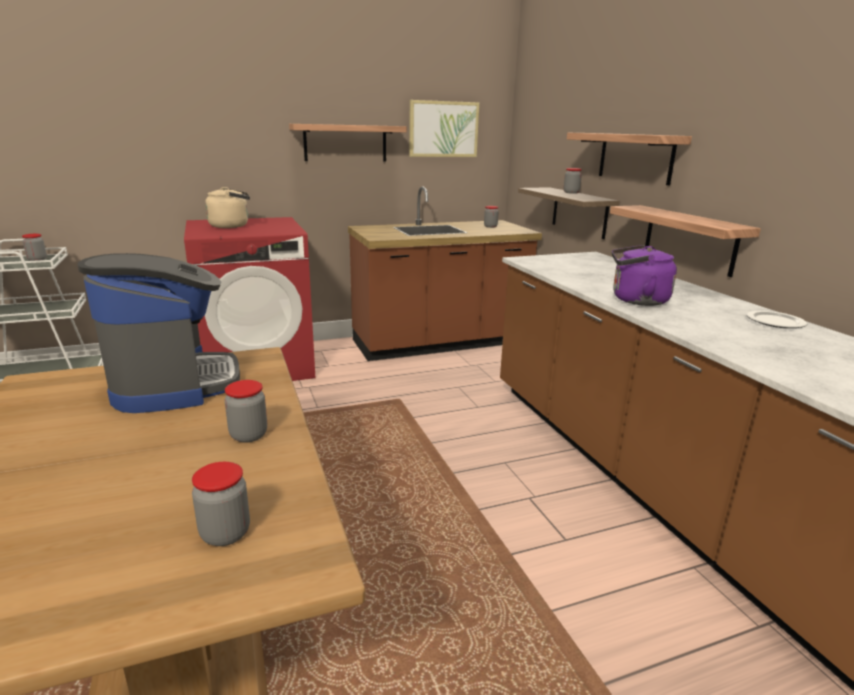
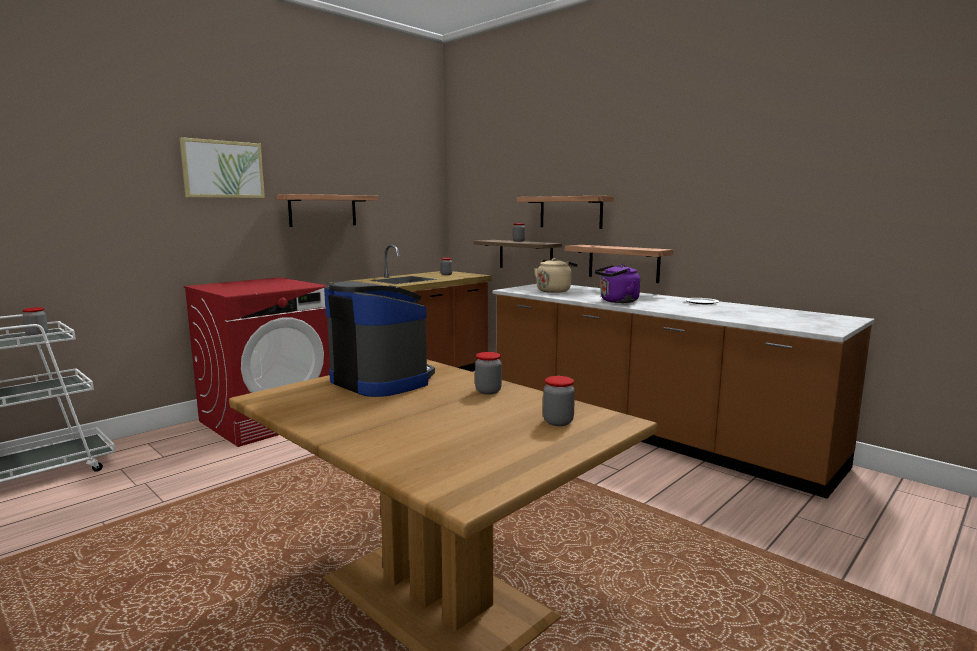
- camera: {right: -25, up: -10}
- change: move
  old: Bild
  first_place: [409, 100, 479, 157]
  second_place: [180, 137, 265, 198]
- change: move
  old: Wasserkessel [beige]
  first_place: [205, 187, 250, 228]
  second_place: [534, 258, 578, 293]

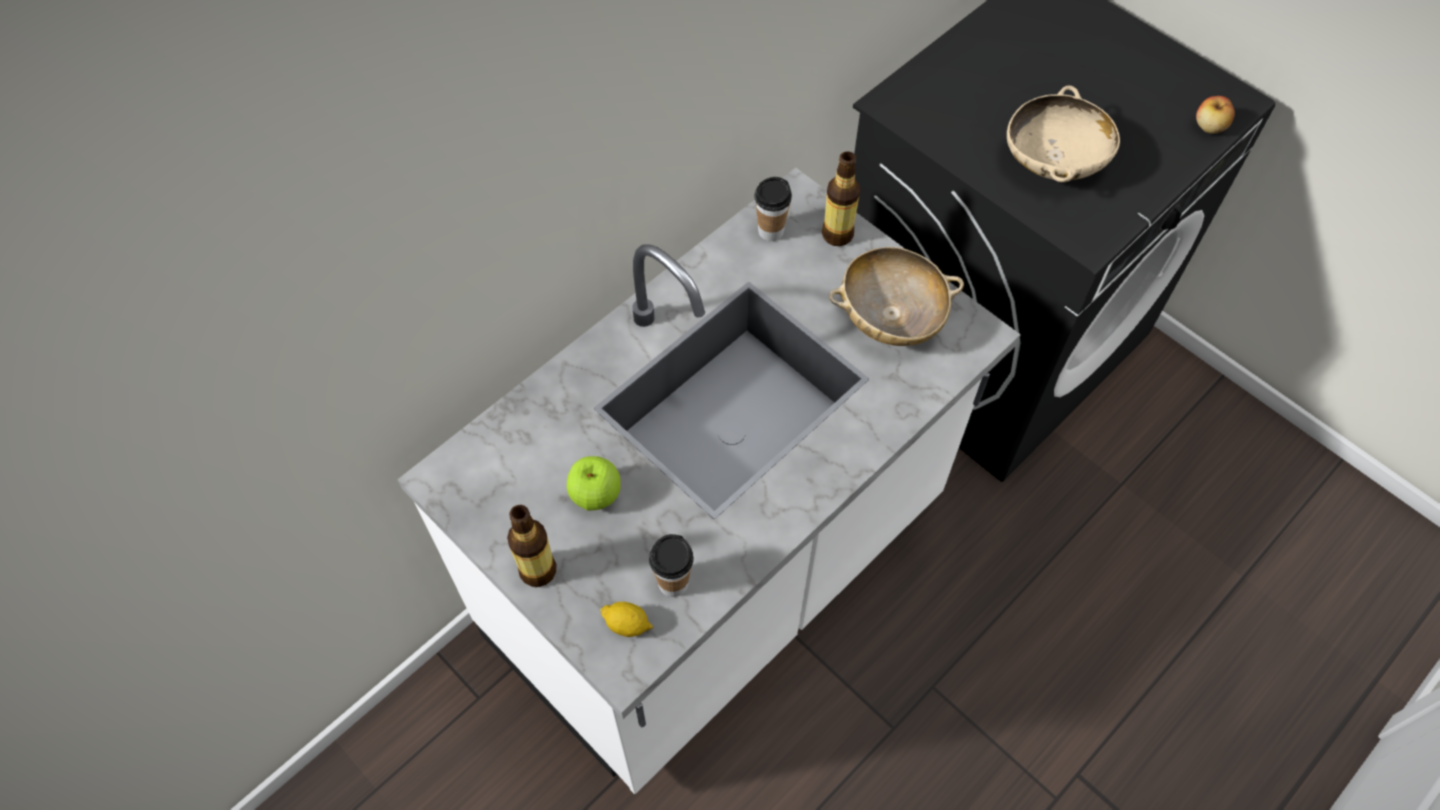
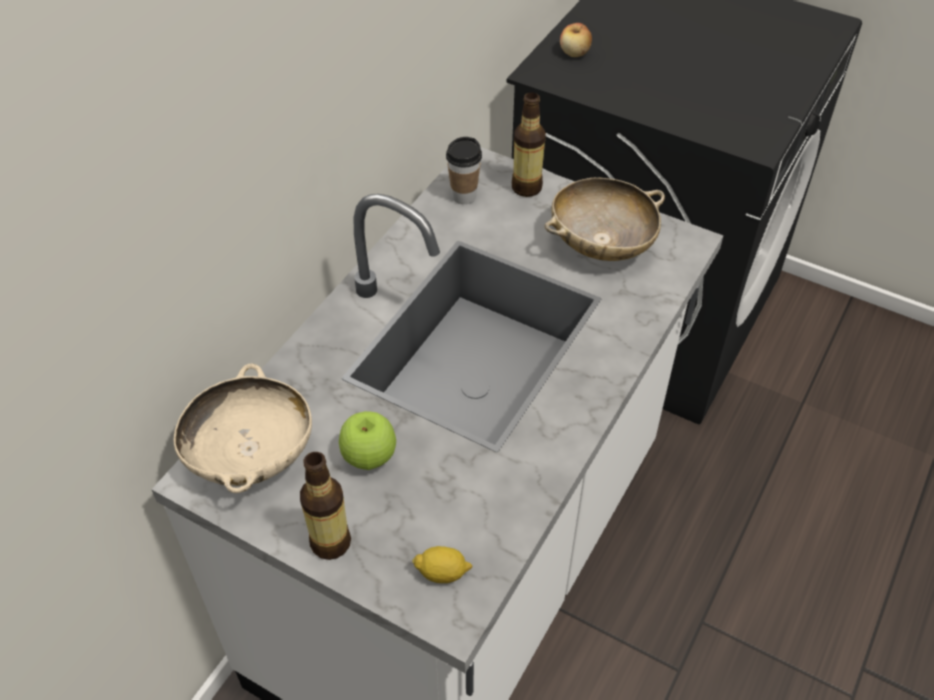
- camera: {right: -15, up: -10}
- change: move
  old: Schüssel [beige]
  first_place: [1007, 85, 1120, 182]
  second_place: [173, 364, 312, 493]
- change: move
  old: Apfel
  first_place: [1196, 96, 1235, 134]
  second_place: [560, 23, 592, 57]
- change: delete
  old: Tasse
  first_place: [649, 534, 693, 597]

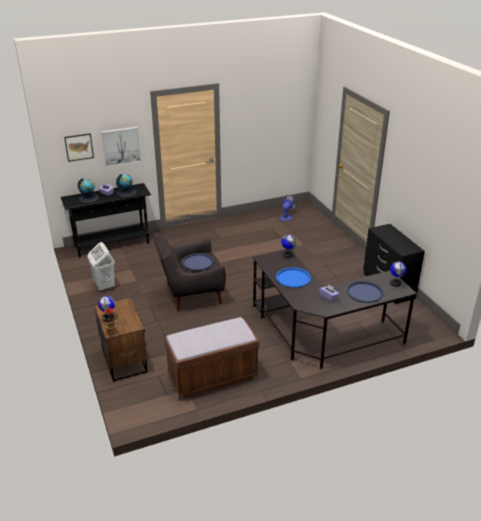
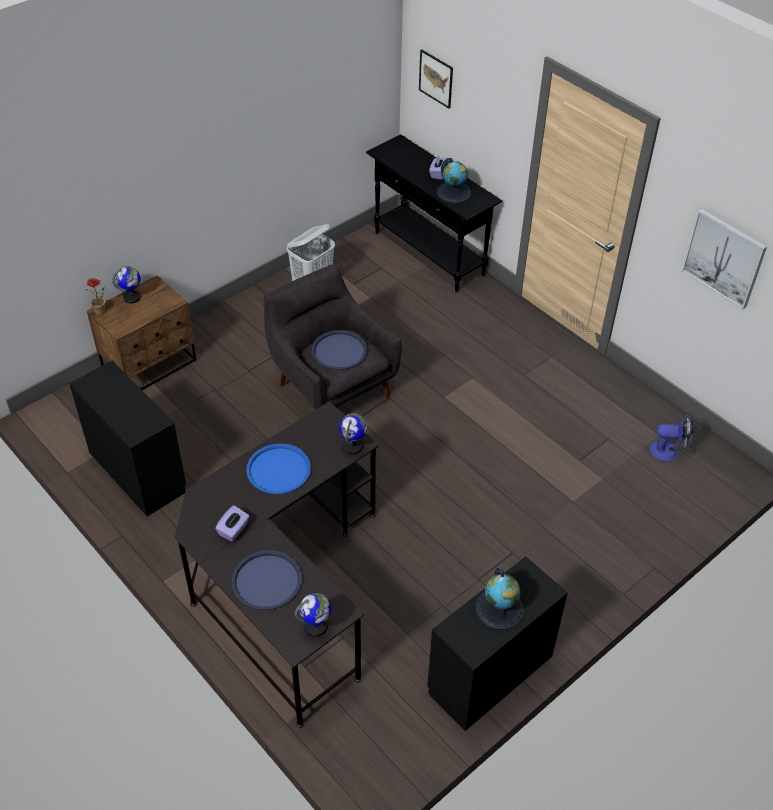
- camera: {right: 70, up: 15}
- change: move
  old: Bild
  first_place: [101, 127, 141, 167]
  second_place: [682, 209, 767, 309]
- change: move
  old: Globus
  first_place: [78, 178, 99, 203]
  second_place: [476, 567, 524, 630]
- change: replace
  old: Bank [braun]
  new: Kommode [schwarz]
  first_place: [164, 317, 259, 398]
  second_place: [69, 361, 186, 516]

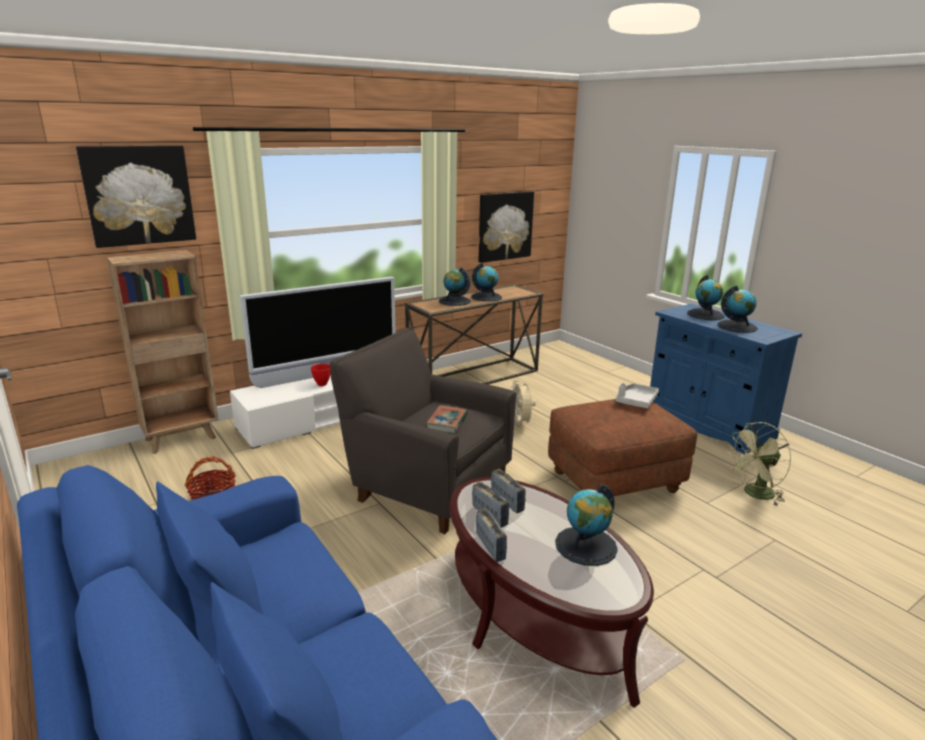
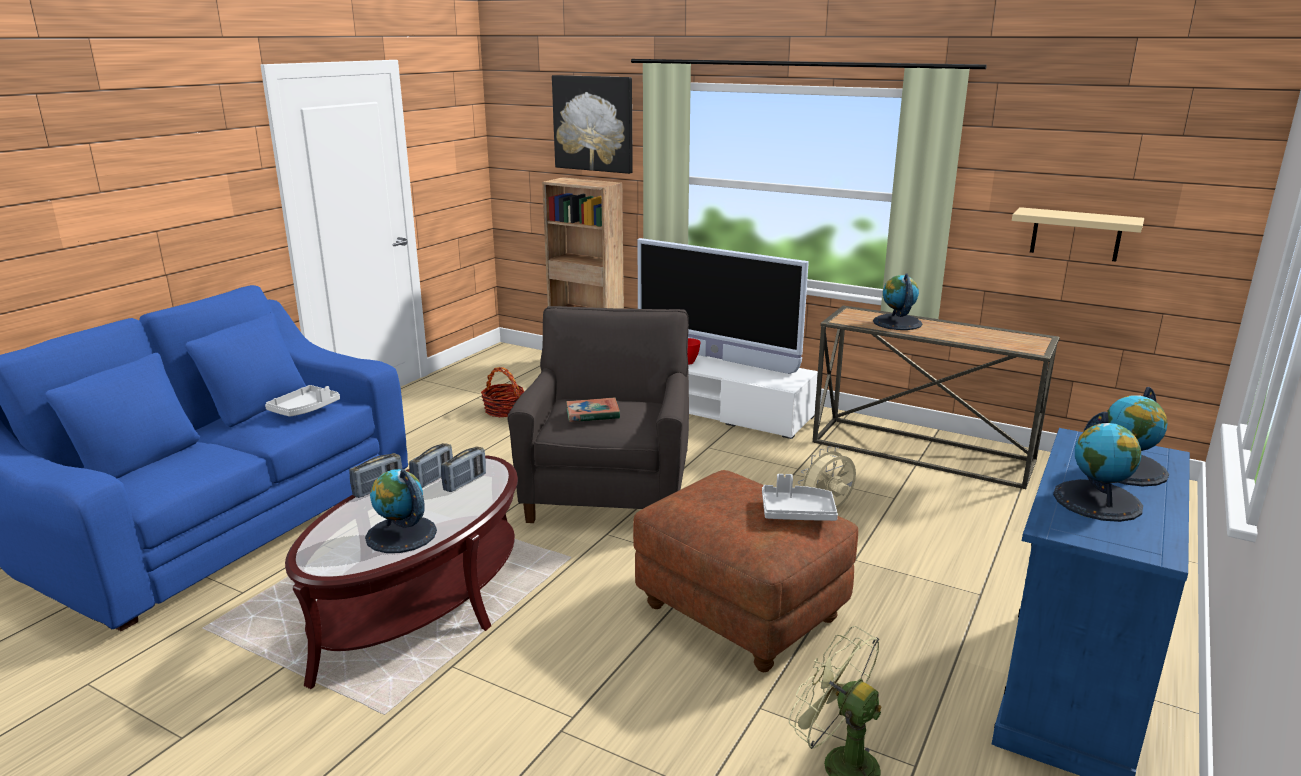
- camera: {right: 65, up: 0}
- change: replace
  old: Bild
  new: Wandregal [beige]
  first_place: [478, 191, 534, 263]
  second_place: [1012, 207, 1144, 262]
- change: delete
  old: Globus
  first_place: [471, 263, 502, 302]
- change: insert
  new: Tablett [grau]
  second_place: [265, 385, 340, 417]

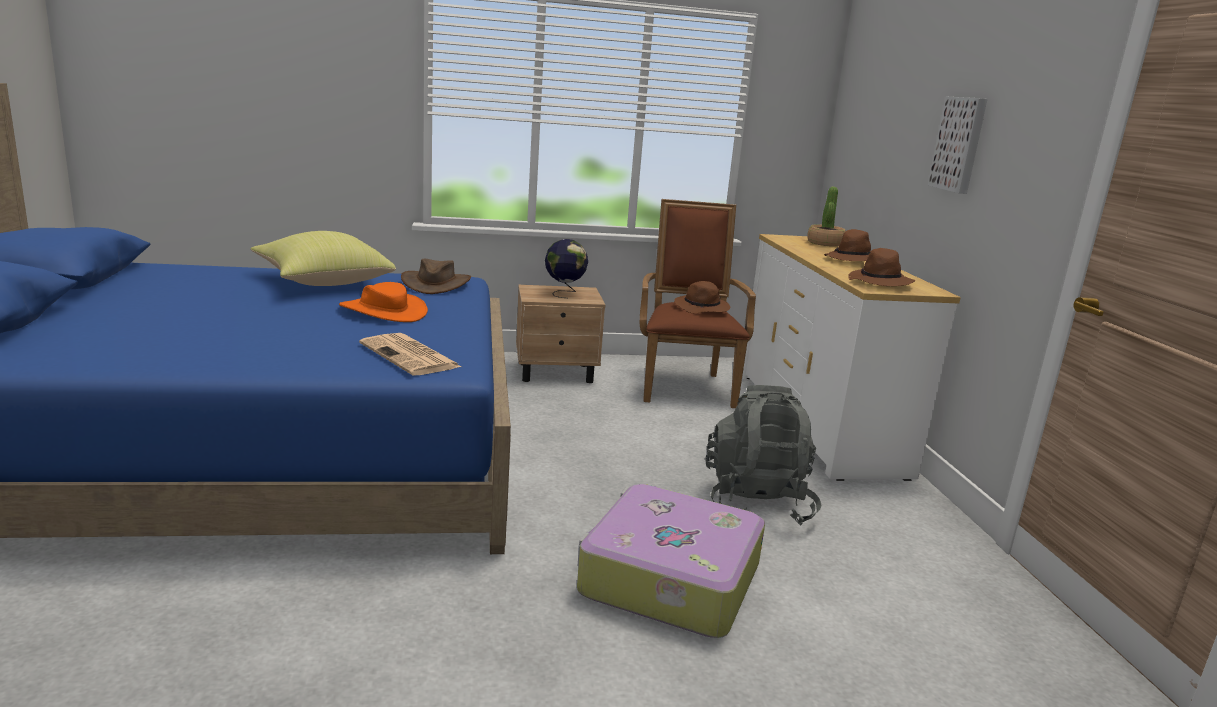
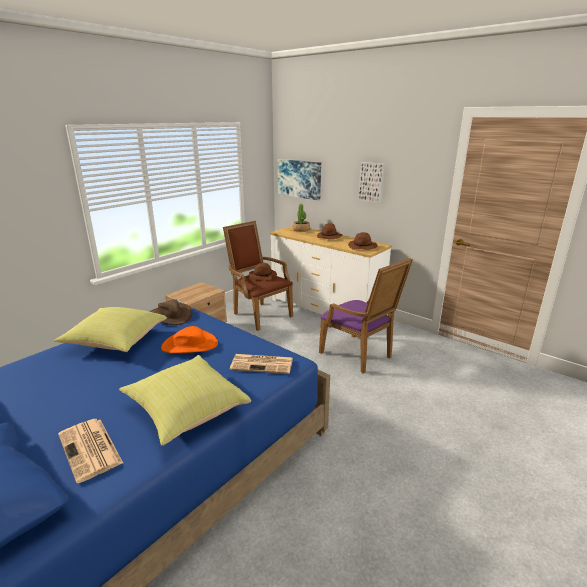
- camera: {right: -40, up: 5}
- change: delete
  old: Globus
  first_place: [545, 239, 588, 298]
- change: replace
  old: Rucksack [grau]
  new: Sessel [lila]
  first_place: [705, 385, 822, 526]
  second_place: [319, 258, 413, 373]
- change: delete
  old: Koffer
  first_place: [577, 484, 765, 638]
- change: insert
  new: Bild
  second_place: [278, 159, 321, 200]
- change: insert
  new: Kissen [gelb]
  second_place: [119, 355, 251, 446]
- change: insert
  new: Zeitung
  second_place: [58, 419, 123, 483]

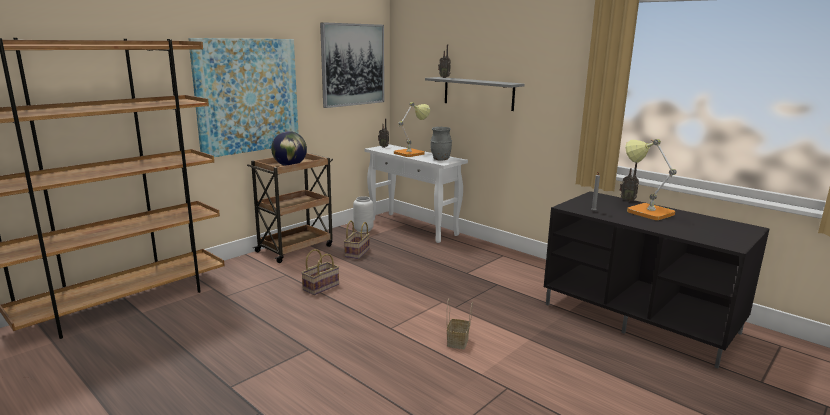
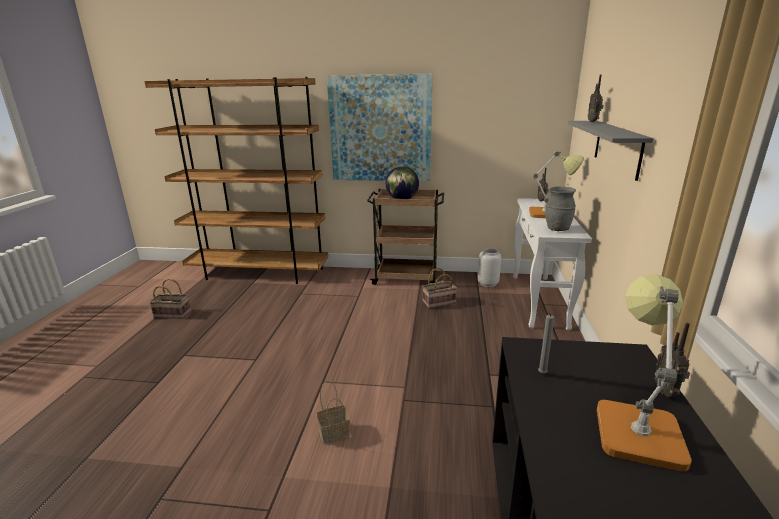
- camera: {right: 55, up: 5}
- change: delete
  old: Bild
  first_place: [320, 22, 384, 108]
- change: move
  old: Korb
  first_place: [301, 249, 339, 295]
  second_place: [149, 279, 191, 319]

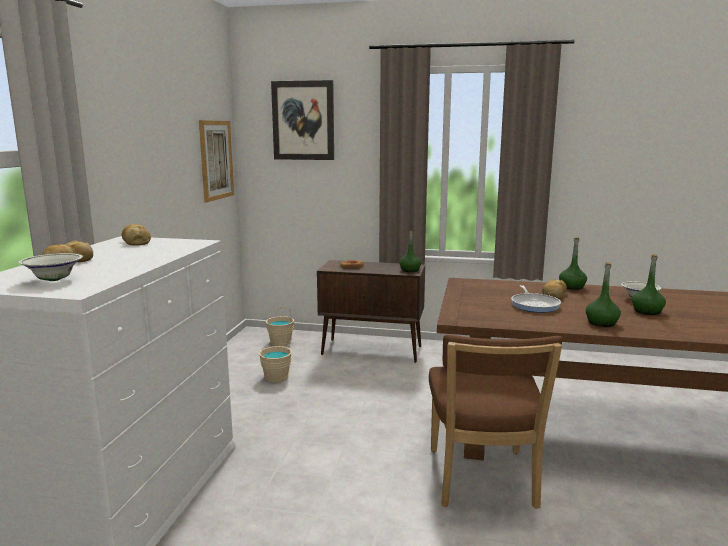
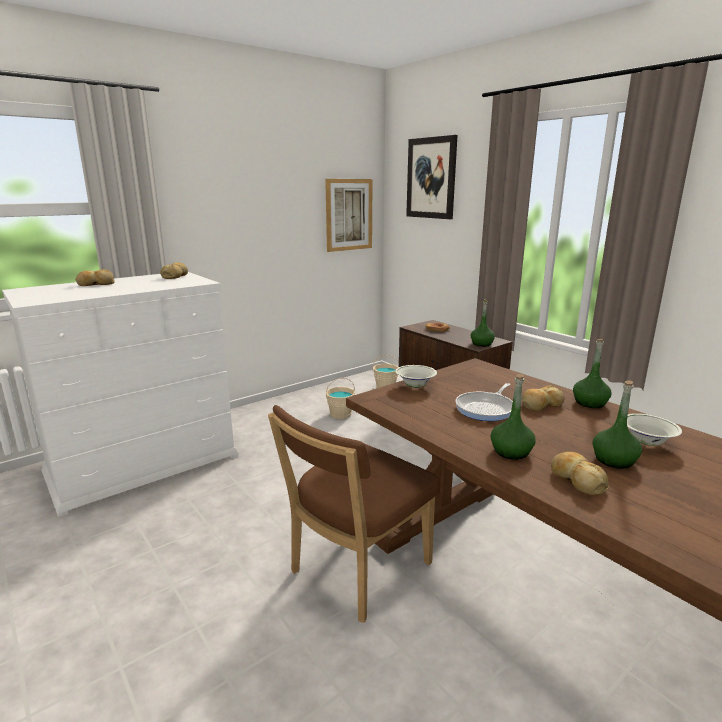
- camera: {right: 40, up: 5}
- change: move
  old: Schüssel [weiß]
  first_place: [18, 253, 83, 281]
  second_place: [395, 365, 437, 388]
- change: insert
  new: Brot
  second_place: [551, 452, 609, 496]

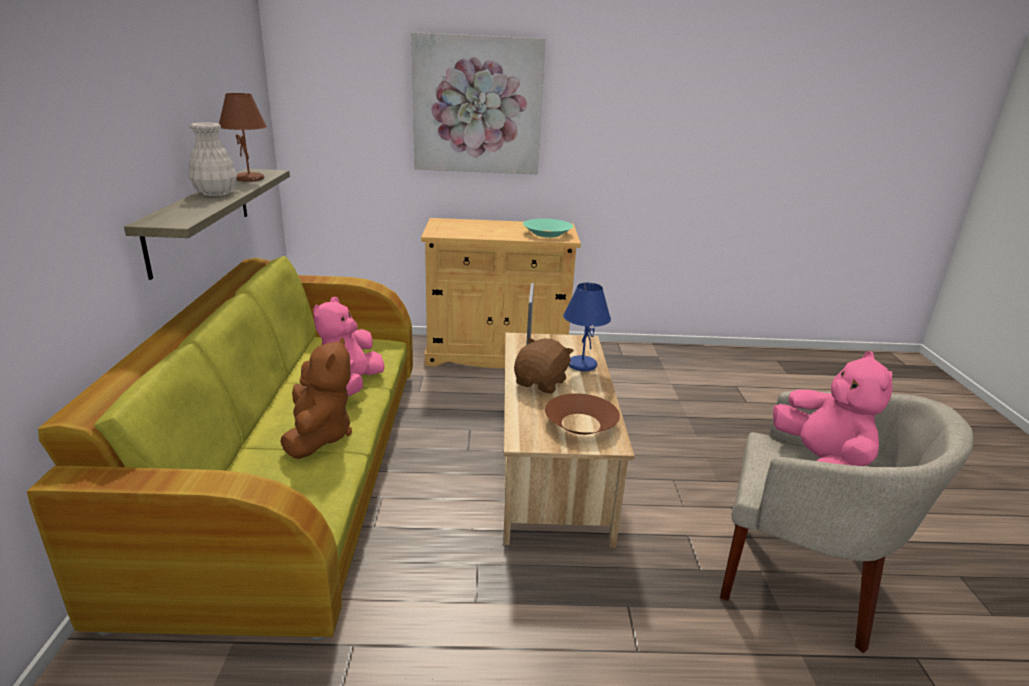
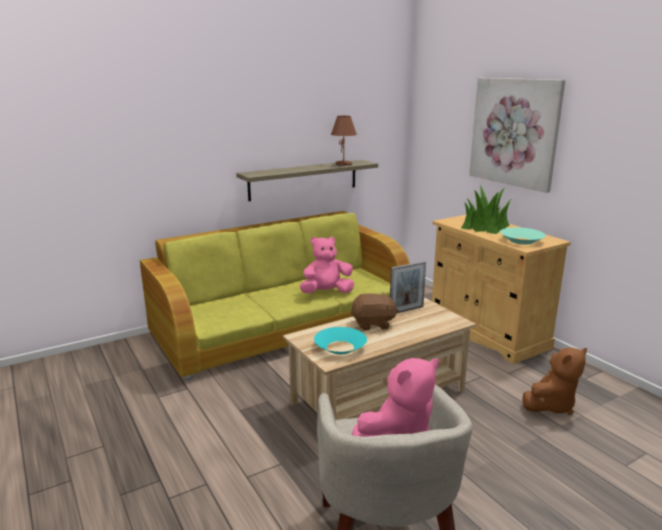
- camera: {right: 60, up: -5}
- change: delete
  old: Vase [weiß]
  first_place: [188, 122, 237, 196]
- change: delete
  old: Tischlampe [blau]
  first_place: [563, 283, 611, 371]
- change: move
  old: Plüschtier [braun]
  first_place: [280, 337, 352, 459]
  second_place: [522, 348, 587, 415]
- change: recolor
  old: Schüssel [braun]
  new: Schüssel [türkis]
  first_place: [545, 393, 620, 435]
  second_place: [314, 327, 367, 354]
- change: insert
  new: Topfpflanze
  second_place: [461, 185, 511, 234]

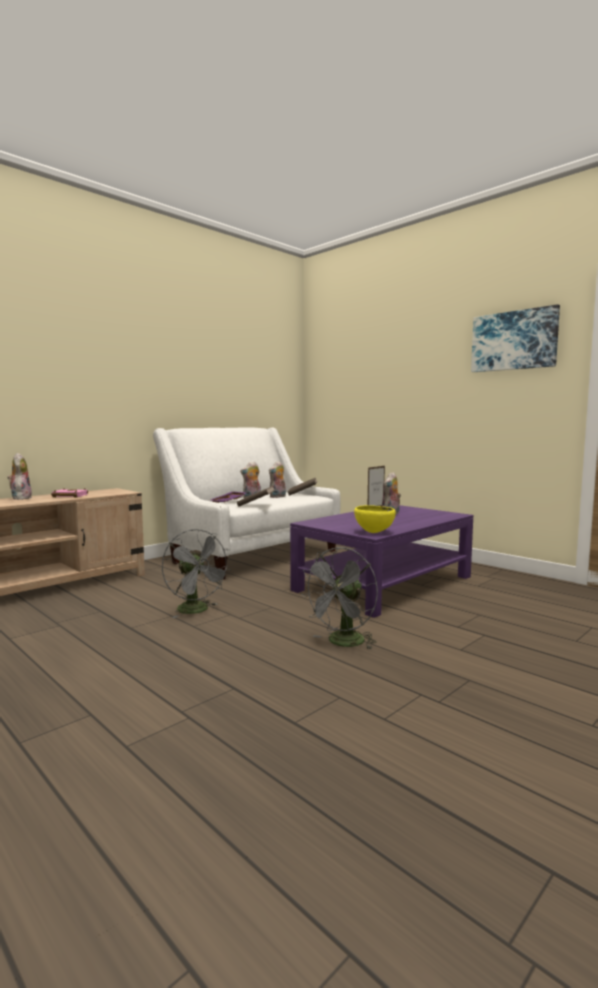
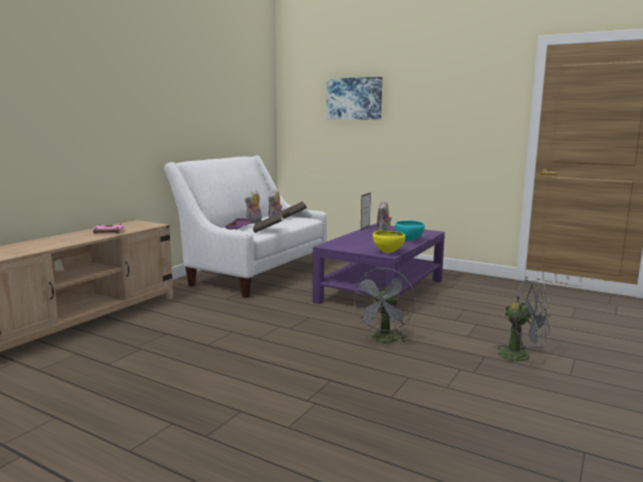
- camera: {right: -15, up: 5}
- change: move
  old: Bild
  first_place: [471, 304, 560, 372]
  second_place: [326, 77, 382, 119]
- change: delete
  old: Plüschtier
  first_place: [7, 453, 32, 500]
- change: move
  old: Ventilator [grau]
  first_place: [162, 529, 231, 618]
  second_place: [493, 280, 551, 367]
- change: insert
  new: Schüssel [türkis]
  second_place: [395, 221, 425, 241]

